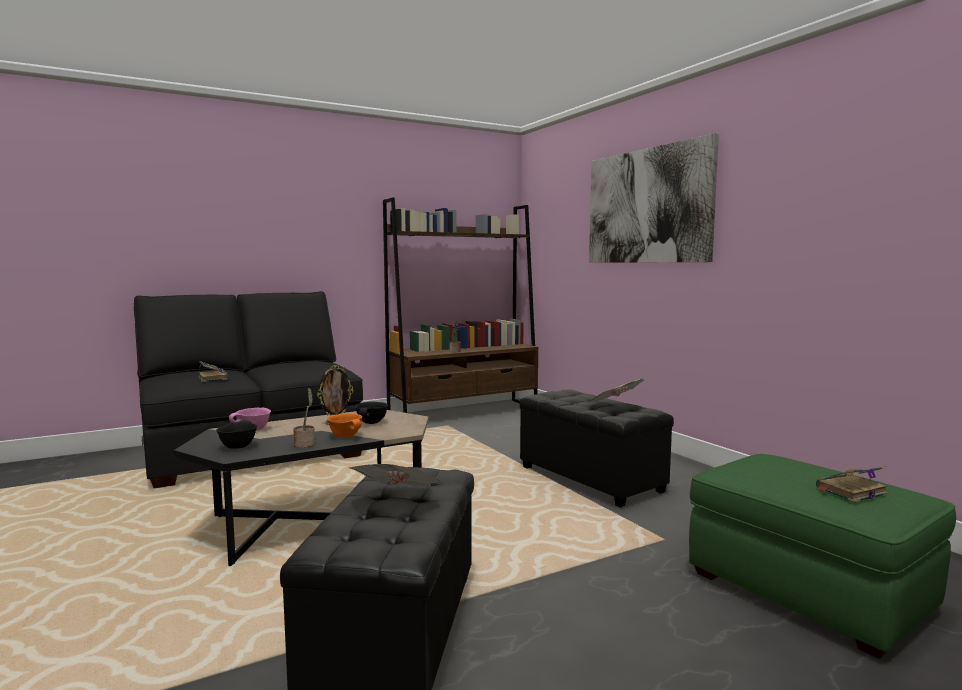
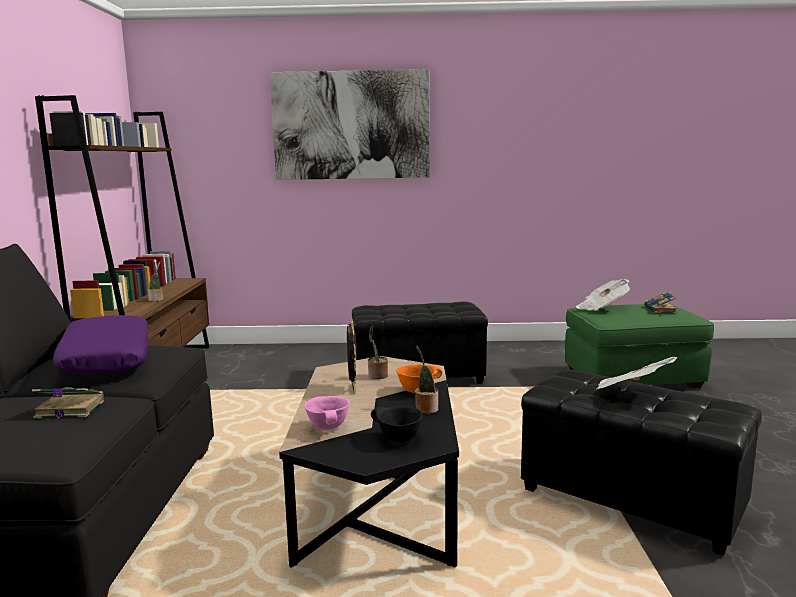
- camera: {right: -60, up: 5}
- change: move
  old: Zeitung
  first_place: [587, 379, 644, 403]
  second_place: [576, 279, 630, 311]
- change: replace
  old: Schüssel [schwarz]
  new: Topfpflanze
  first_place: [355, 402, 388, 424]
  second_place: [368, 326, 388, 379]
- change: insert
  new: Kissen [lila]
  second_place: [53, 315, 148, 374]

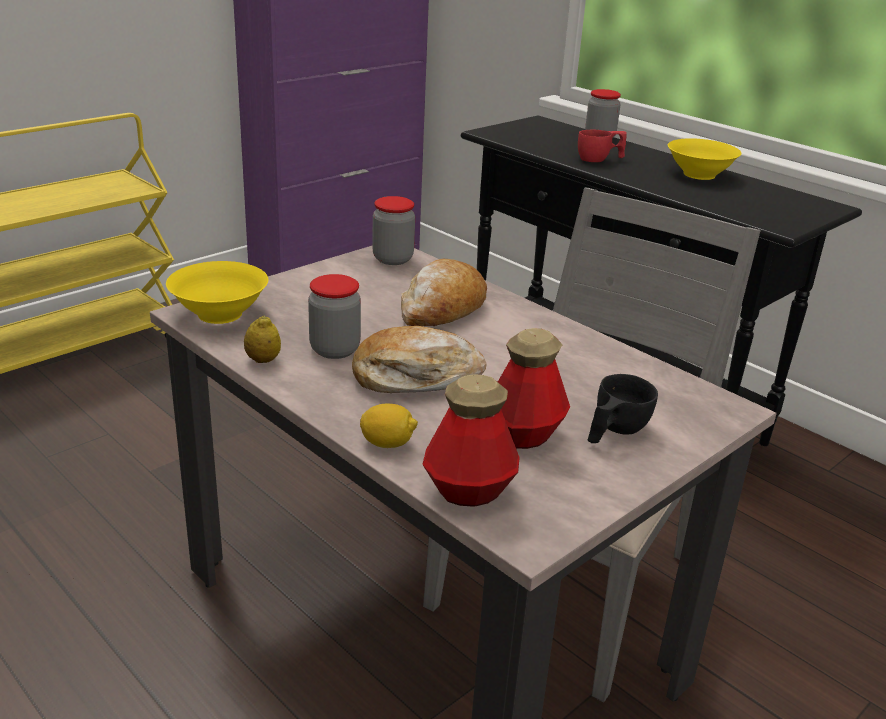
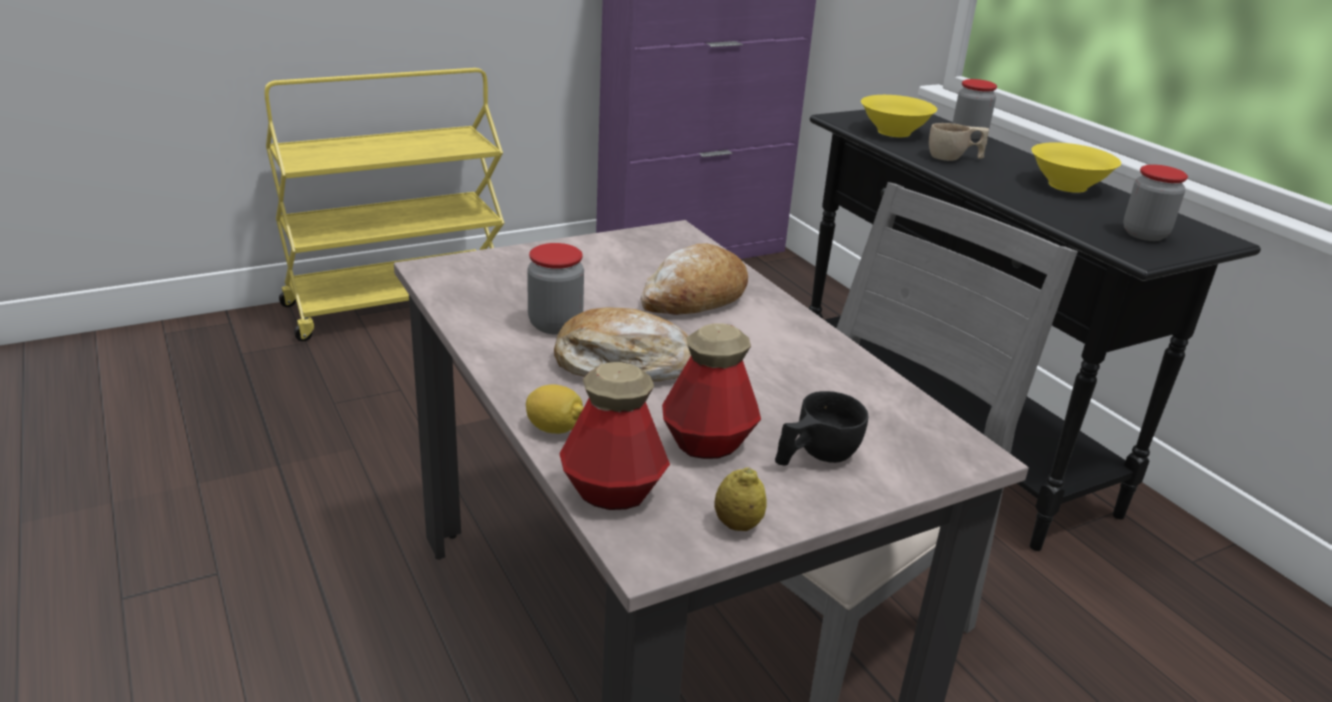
- camera: {right: 15, up: 0}
- change: recolor
  old: Tasse [rot]
  new: Tasse [beige]
  first_place: [578, 130, 627, 162]
  second_place: [929, 123, 989, 161]
- change: move
  old: Vorratsglas
  first_place: [372, 196, 415, 265]
  second_place: [1123, 164, 1188, 241]
- change: move
  old: Schüssel [gelb]
  first_place: [166, 261, 268, 324]
  second_place: [861, 95, 937, 137]
- change: move
  old: Zitrone
  first_place: [244, 315, 281, 363]
  second_place: [714, 467, 767, 531]

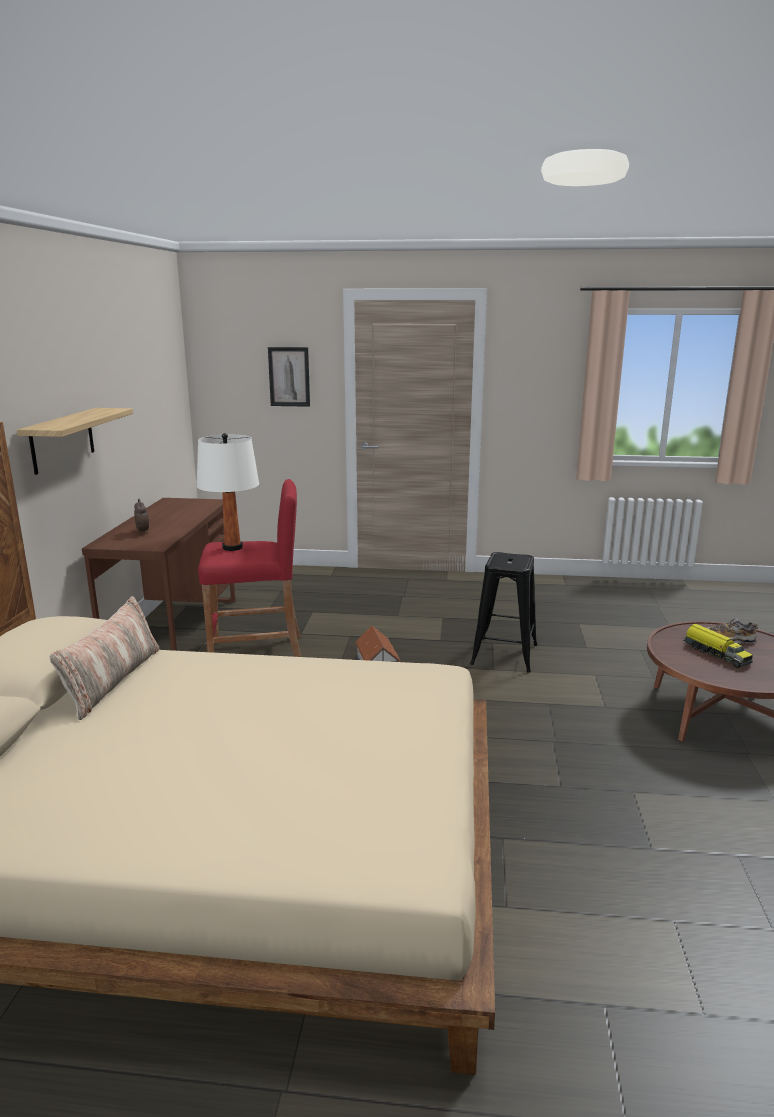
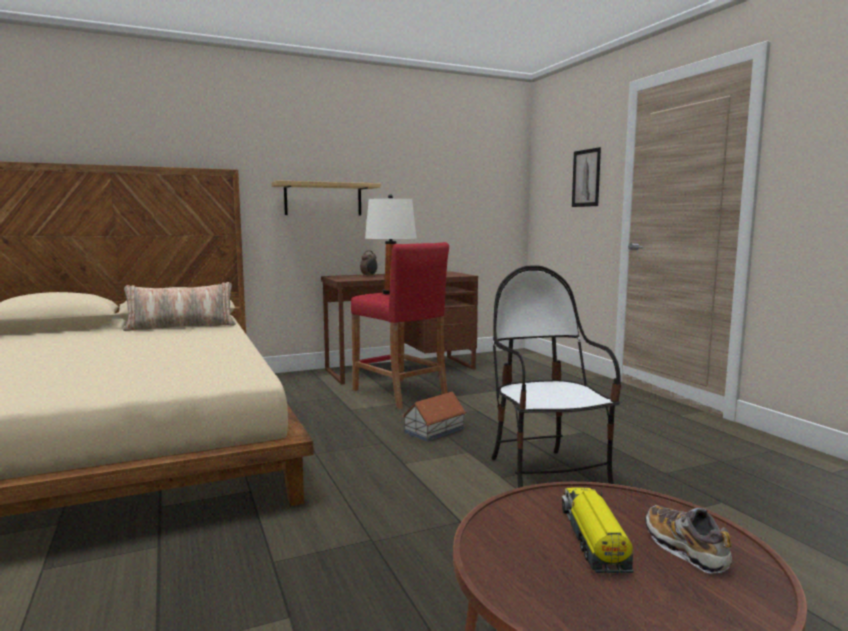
- camera: {right: 60, up: -10}
- change: replace
  old: Hocker [schwarz]
  new: Stuhl
  first_place: [470, 552, 537, 673]
  second_place: [492, 265, 621, 488]
- change: rotate
  old: Spielzeuglaster
  first_place: [683, 624, 753, 668]
  second_place: [561, 488, 634, 575]
  degrees: 150

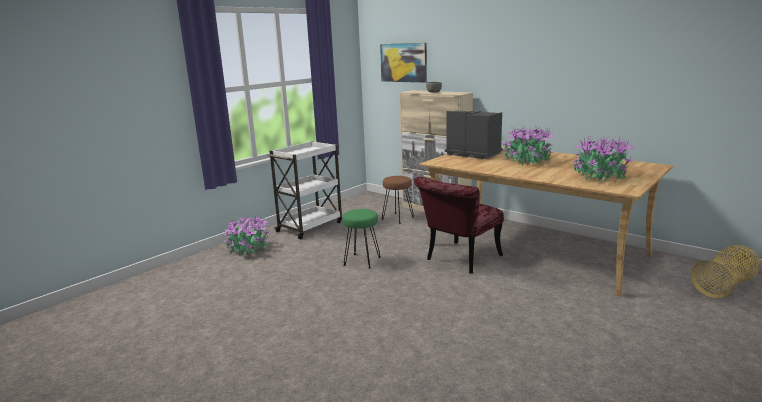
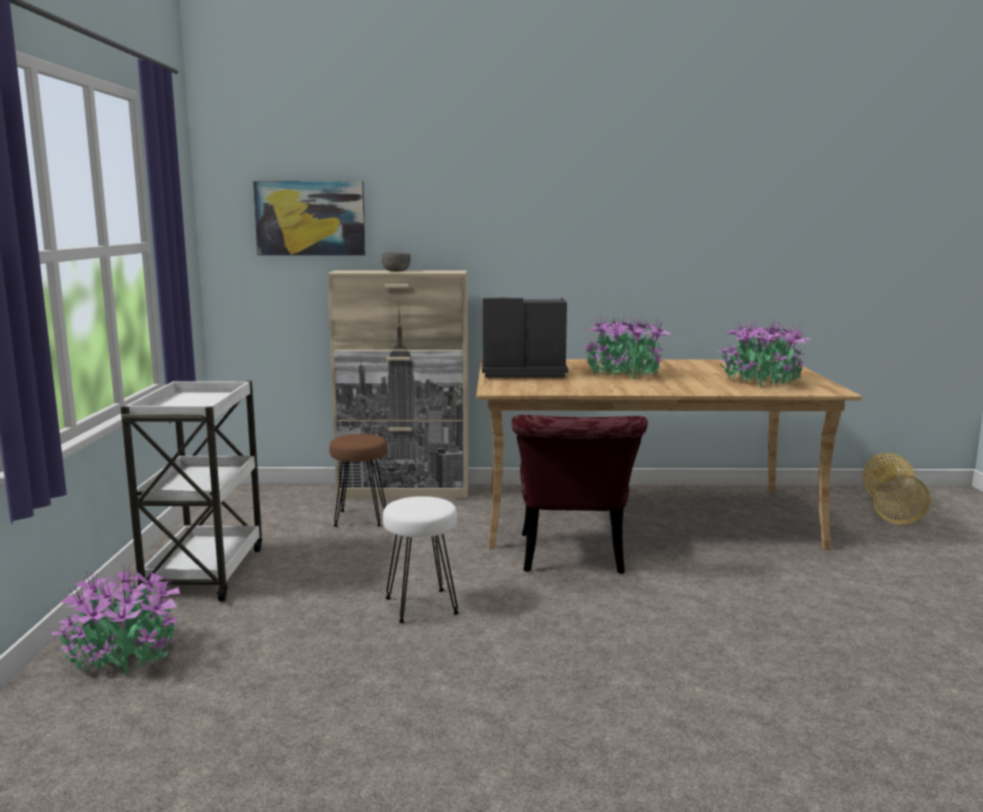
- camera: {right: -40, up: -5}
- change: recolor
  old: Hocker [grün]
  new: Hocker [weiß]
  first_place: [342, 209, 381, 269]
  second_place: [383, 496, 459, 623]

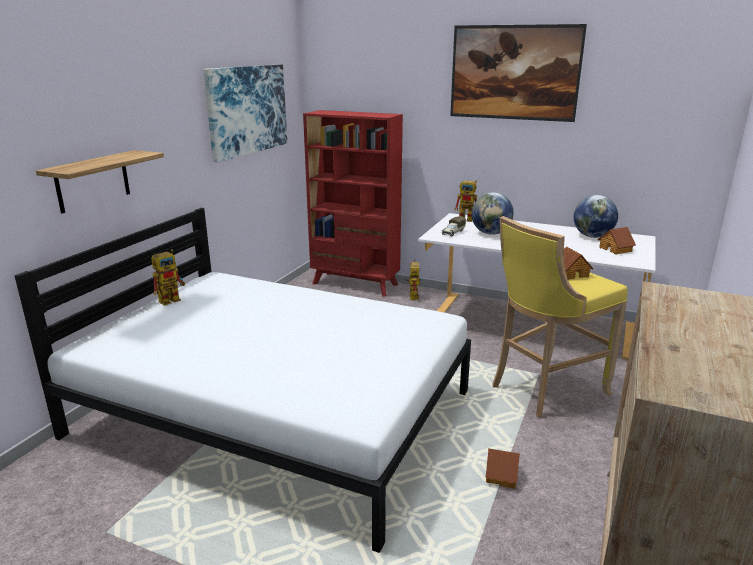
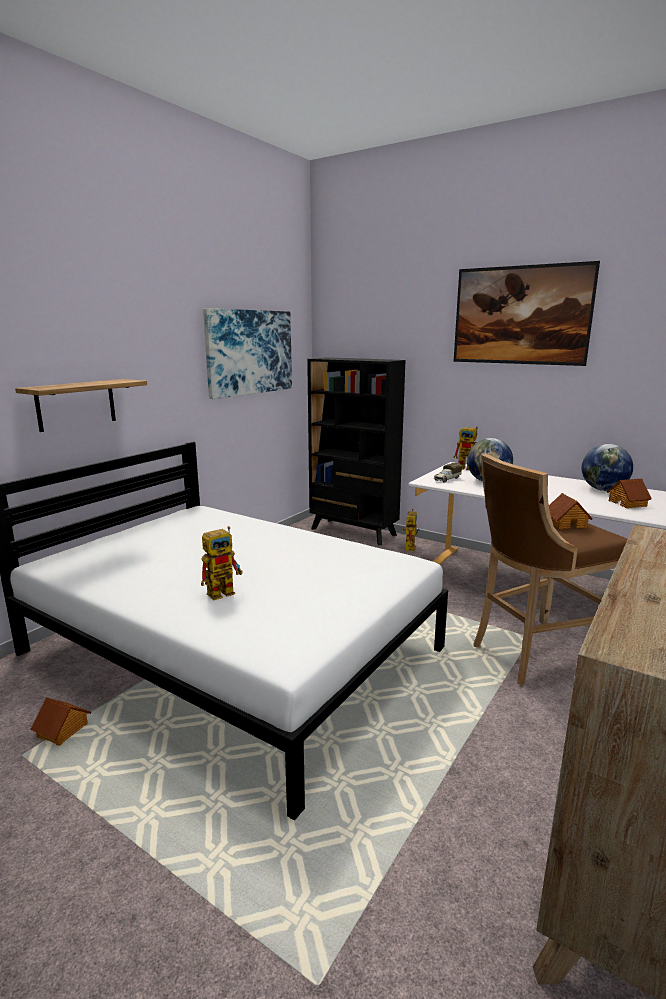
- camera: {right: 10, up: -5}
- change: recolor
  old: Bücherregal [rot]
  new: Bücherregal [schwarz]
  first_place: [303, 110, 403, 297]
  second_place: [307, 357, 406, 546]
- change: recolor
  old: Hocker [gelb]
  new: Hocker [braun]
  first_place: [492, 216, 628, 418]
  second_place: [473, 454, 628, 686]
- change: move
  old: Spielzeugroboter
  first_place: [151, 249, 185, 306]
  second_place: [201, 526, 243, 600]
- change: move
  old: Spielzeughaus
  first_place: [485, 448, 520, 489]
  second_place: [30, 697, 91, 746]

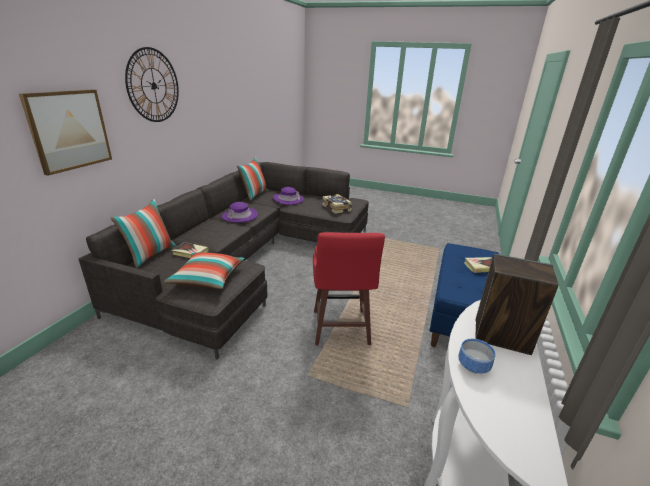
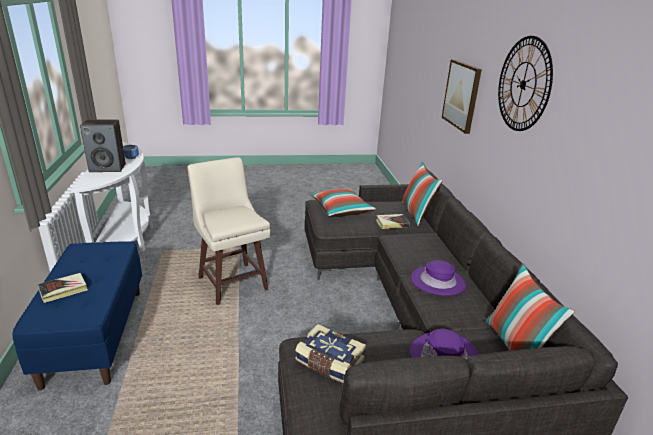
- camera: {right: 150, up: 0}
- change: recolor
  old: Hocker [rot]
  new: Hocker [beige]
  first_place: [313, 232, 385, 346]
  second_place: [187, 157, 271, 305]

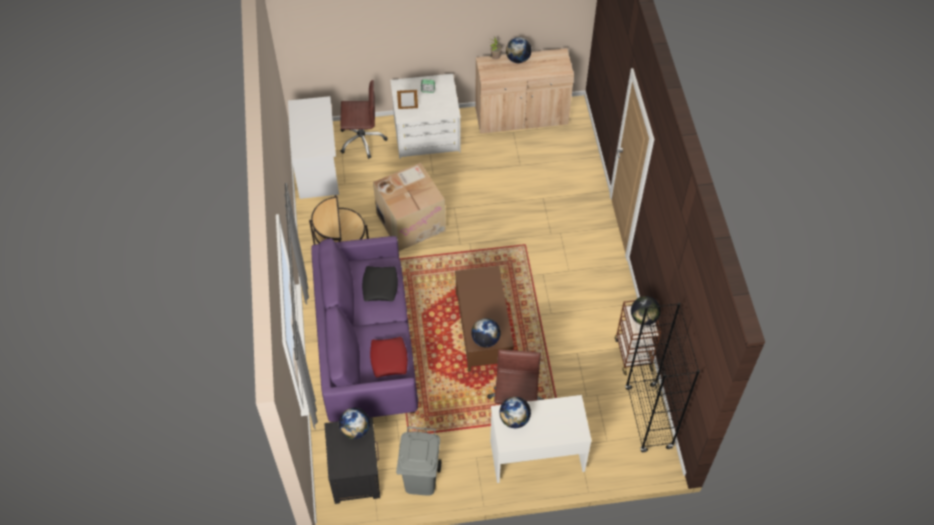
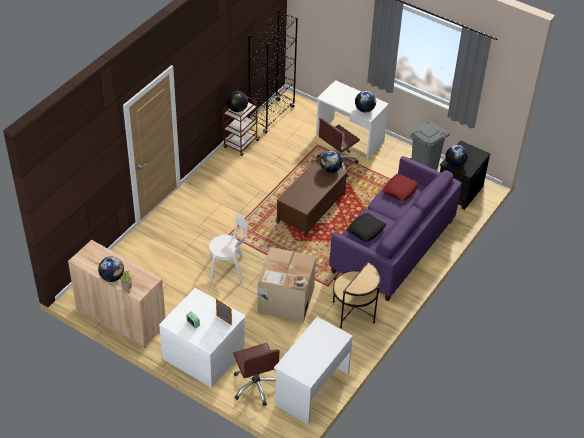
- camera: {right: -140, up: -10}
- change: rotate
  old: Bürostuhl [braun]
  first_place: [340, 80, 388, 159]
  second_place: [233, 343, 280, 406]
  degrees: -150
- change: insert
  new: Stuhl [weiß]
  second_place: [209, 214, 247, 283]

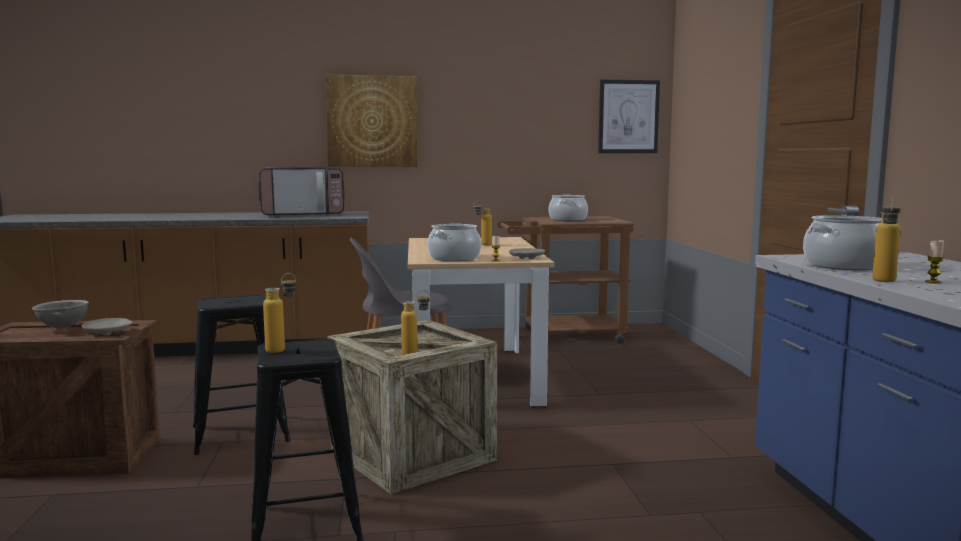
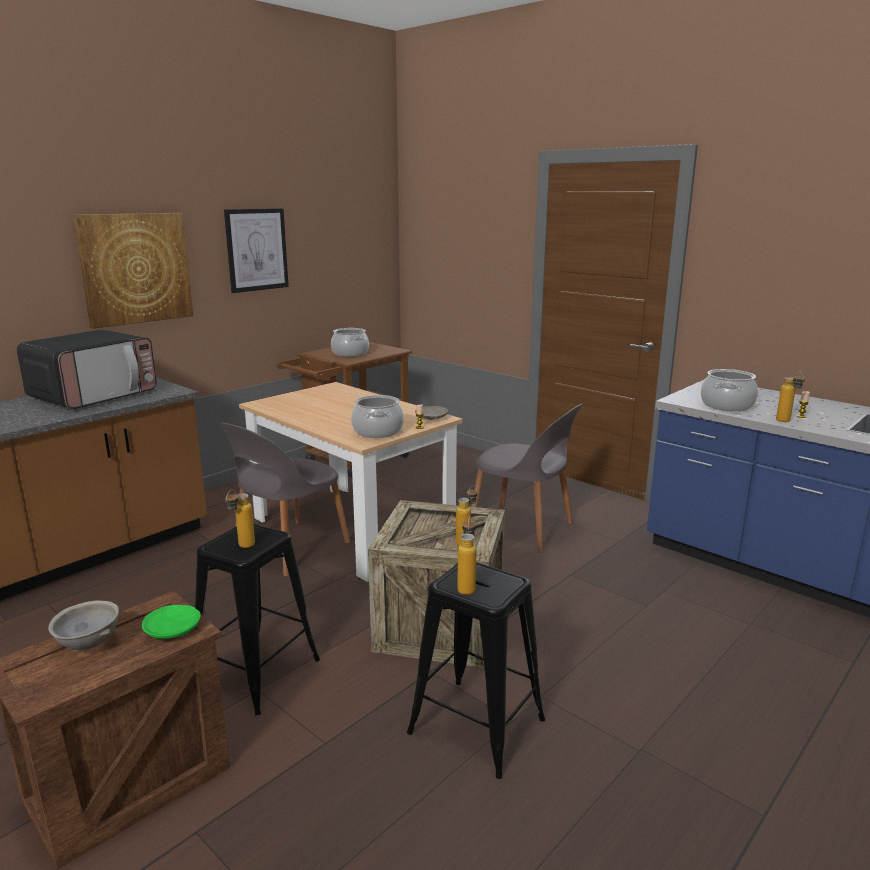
- camera: {right: -40, up: 10}
- change: move
  old: Bild
  first_place: [598, 80, 660, 153]
  second_place: [224, 208, 289, 293]
- change: move
  old: Flasche
  first_place: [473, 201, 492, 245]
  second_place: [225, 490, 255, 548]
- change: recolor
  old: Teller [beige]
  new: Teller [grün]
  first_place: [82, 318, 133, 335]
  second_place: [142, 605, 201, 639]
- change: insert
  new: Stuhl [grau]
  second_place: [471, 403, 583, 553]

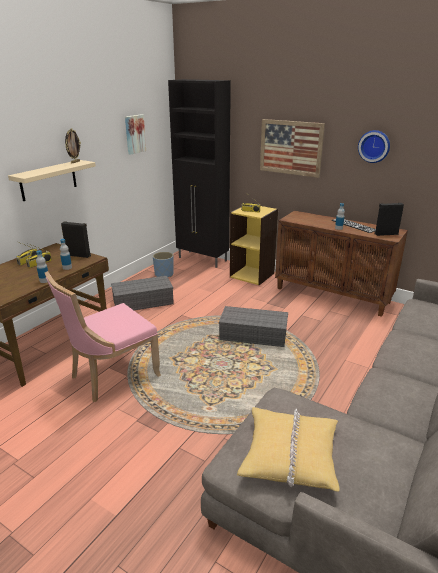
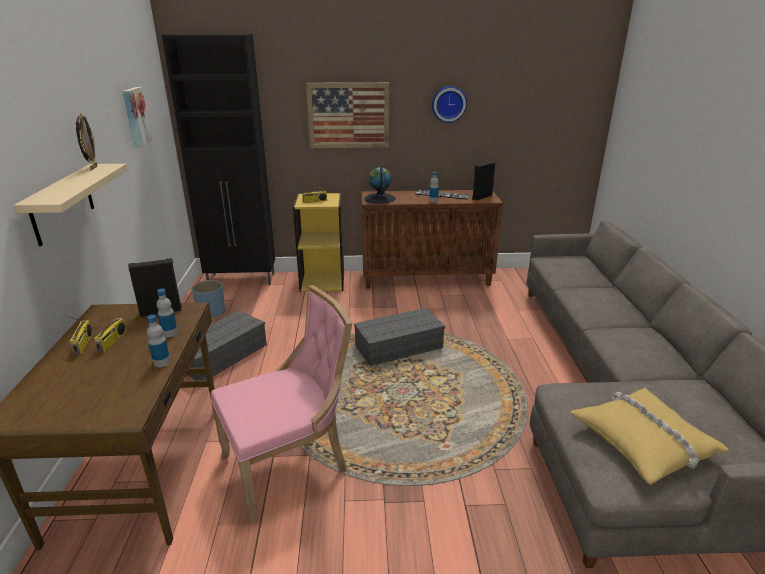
- camera: {right: -35, up: 0}
- change: rotate
  old: Stuhl [rosa]
  first_place: [45, 271, 161, 402]
  second_place: [211, 285, 352, 524]
  degrees: -135
- change: insert
  new: Globus
  second_place: [365, 166, 395, 204]

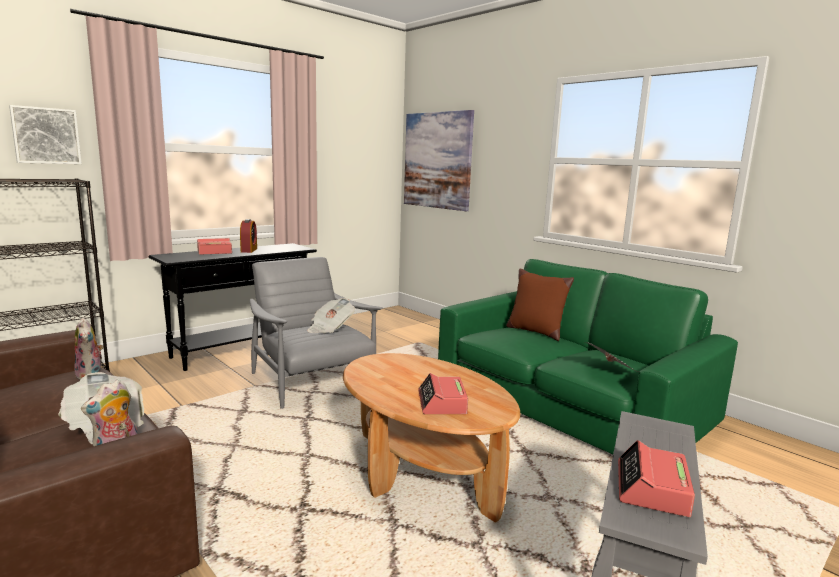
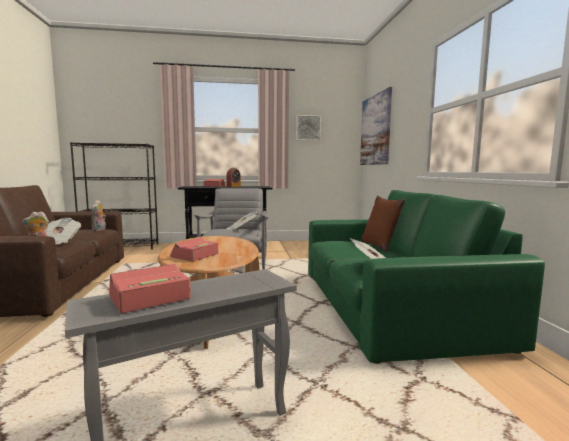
- camera: {right: 35, up: -5}
- change: move
  old: Bild
  first_place: [9, 105, 82, 164]
  second_place: [296, 115, 321, 141]

